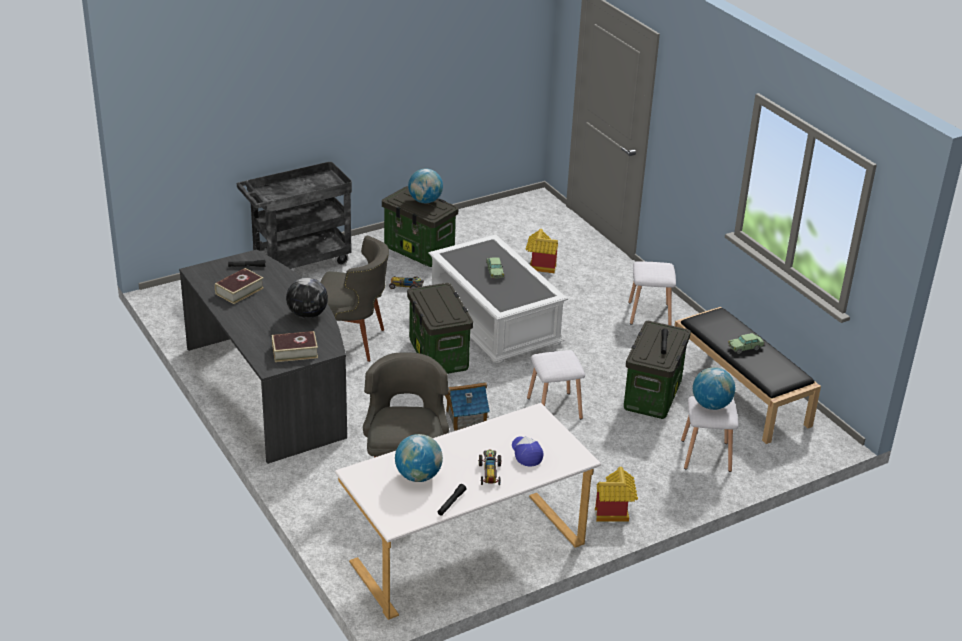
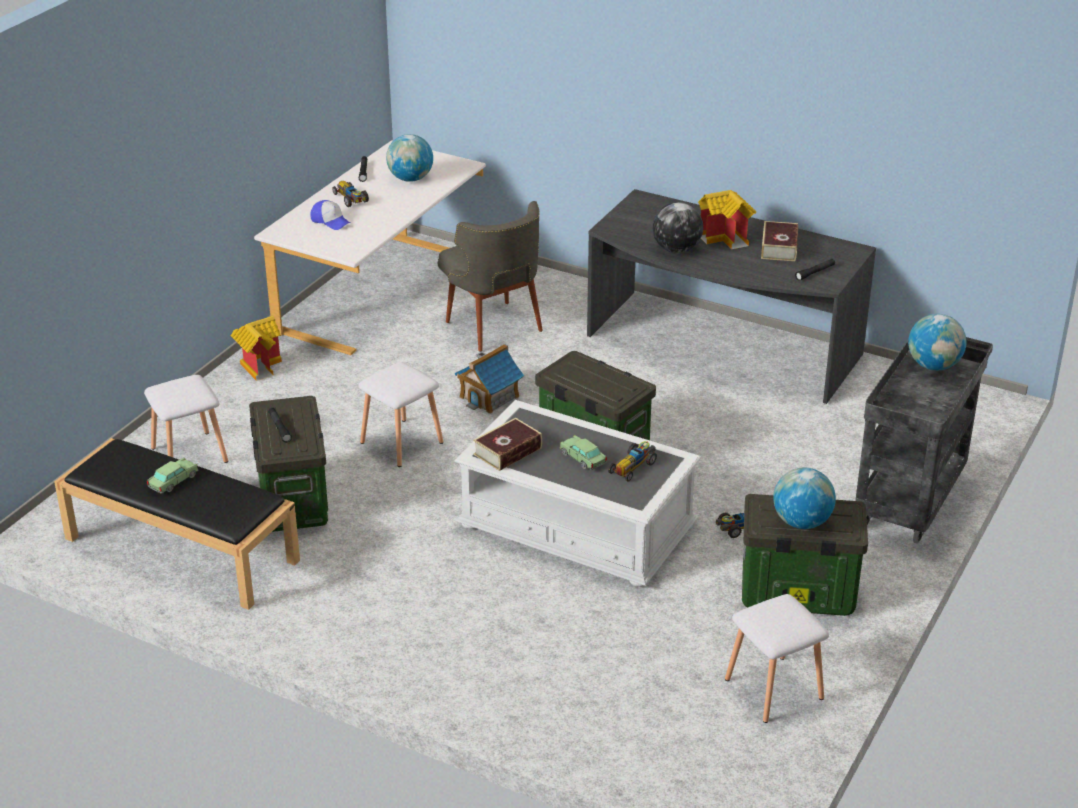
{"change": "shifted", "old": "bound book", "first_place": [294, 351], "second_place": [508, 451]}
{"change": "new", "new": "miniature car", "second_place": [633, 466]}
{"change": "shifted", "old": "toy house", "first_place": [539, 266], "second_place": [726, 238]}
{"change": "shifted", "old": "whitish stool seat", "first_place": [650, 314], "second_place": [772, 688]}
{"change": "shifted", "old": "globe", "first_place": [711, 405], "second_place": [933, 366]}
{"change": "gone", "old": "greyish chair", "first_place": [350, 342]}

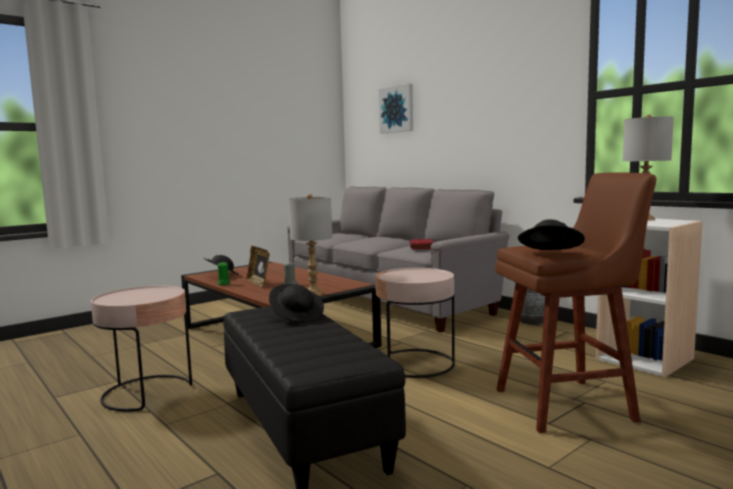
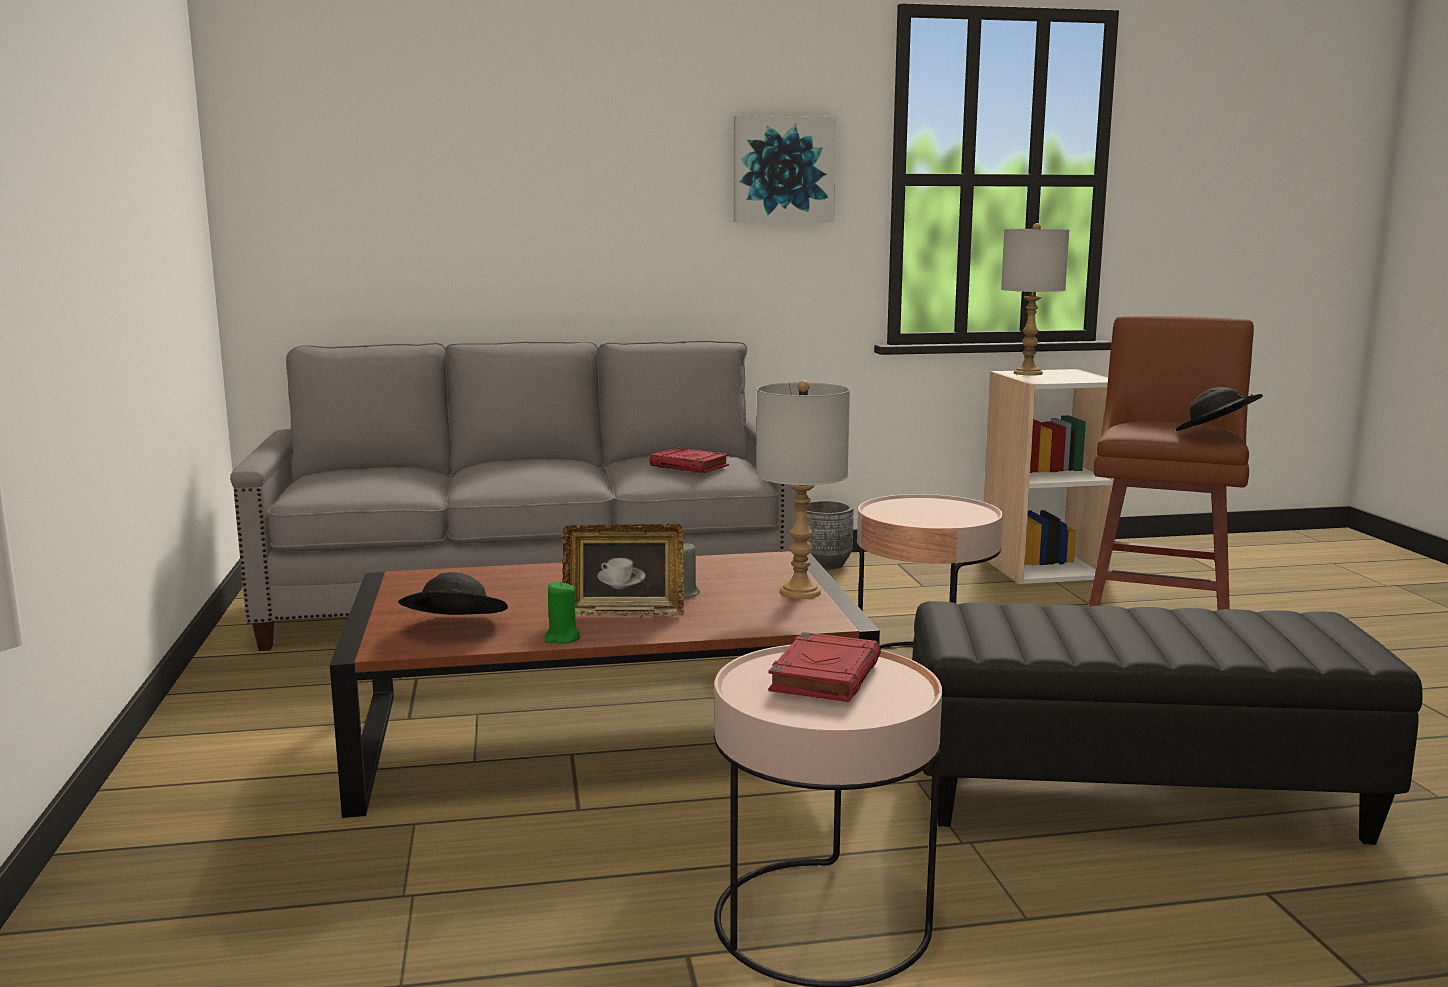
{"change": "shifted", "old": "picture", "first_place": [397, 109], "second_place": [783, 169]}
{"change": "new", "new": "reddish bound book", "second_place": [825, 675]}
{"change": "gone", "old": "blackish hat", "first_place": [297, 316]}

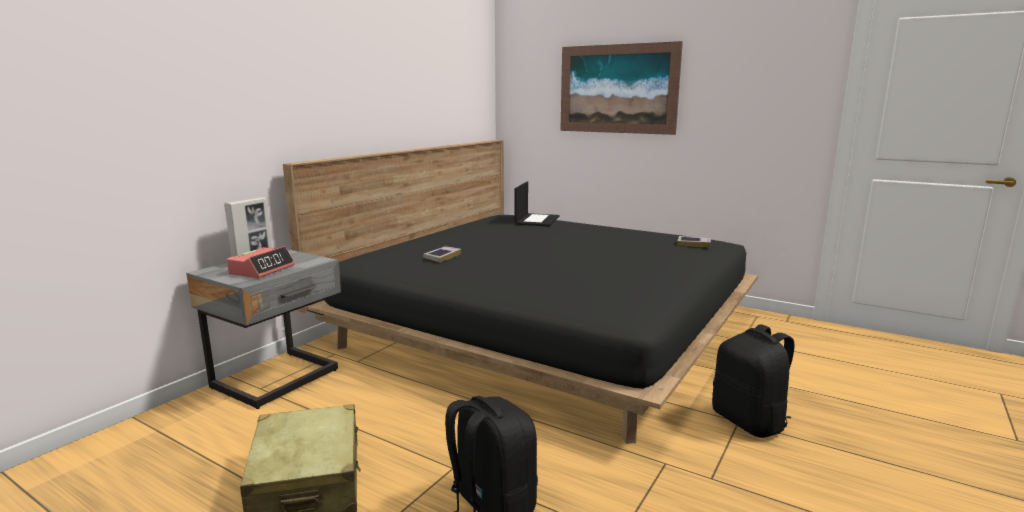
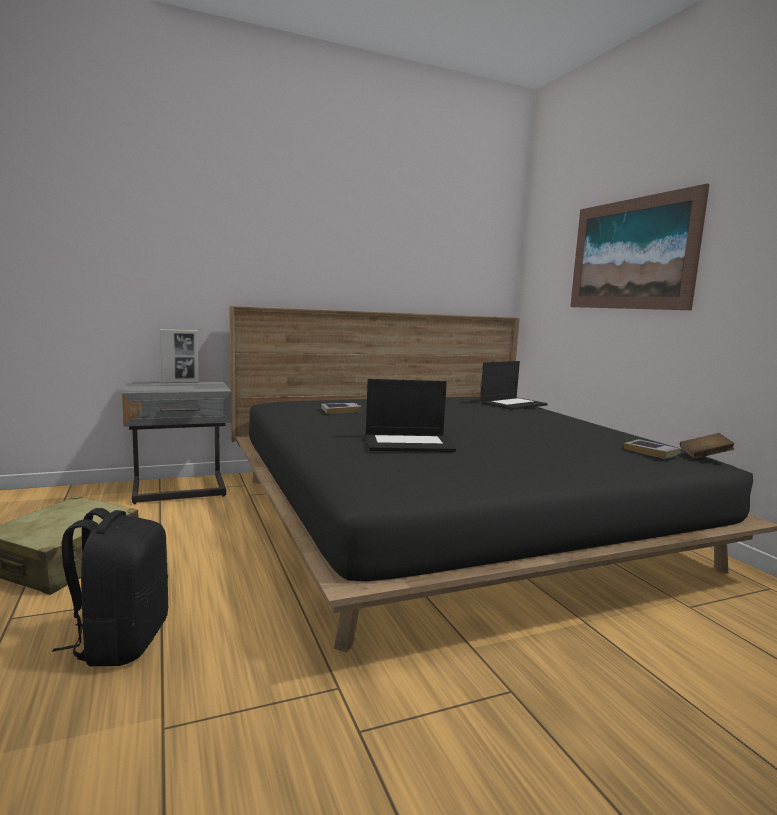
{"change": "new", "new": "laptop", "second_place": [409, 443]}
{"change": "new", "new": "brown bound book", "second_place": [705, 456]}
{"change": "gone", "old": "bedside clock", "first_place": [262, 270]}
{"change": "gone", "old": "blackish backpack", "first_place": [749, 422]}

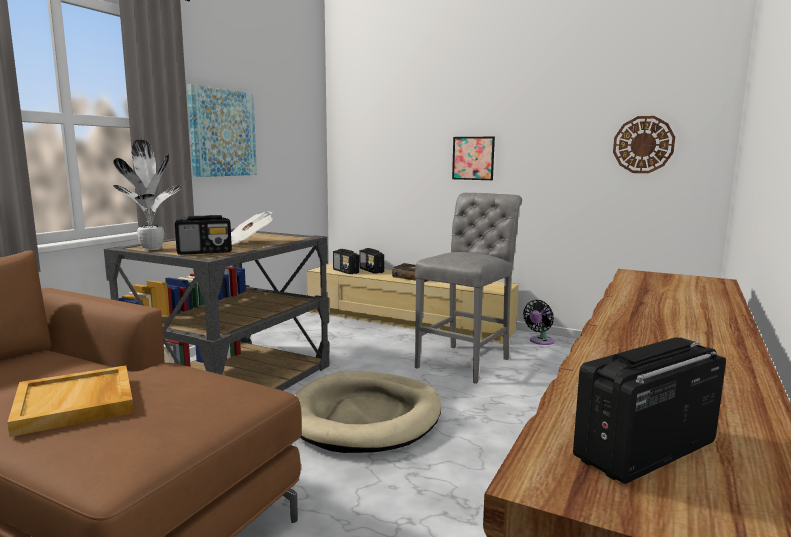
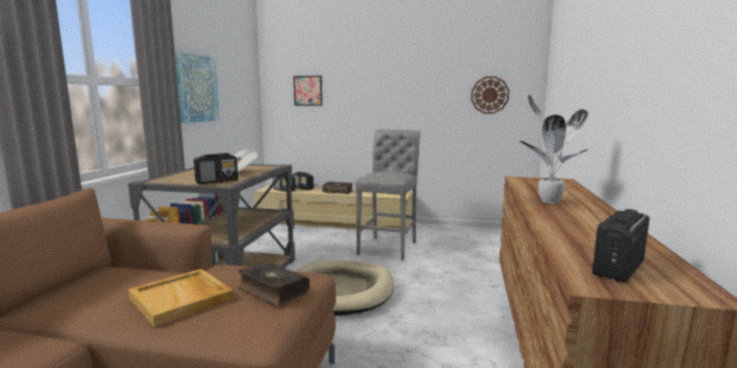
{"change": "new", "new": "bound book", "second_place": [272, 291]}
{"change": "shifted", "old": "picture", "first_place": [473, 158], "second_place": [308, 90]}
{"change": "shifted", "old": "potted plant", "first_place": [152, 248], "second_place": [547, 201]}
{"change": "gone", "old": "blackish fan", "first_place": [540, 341]}

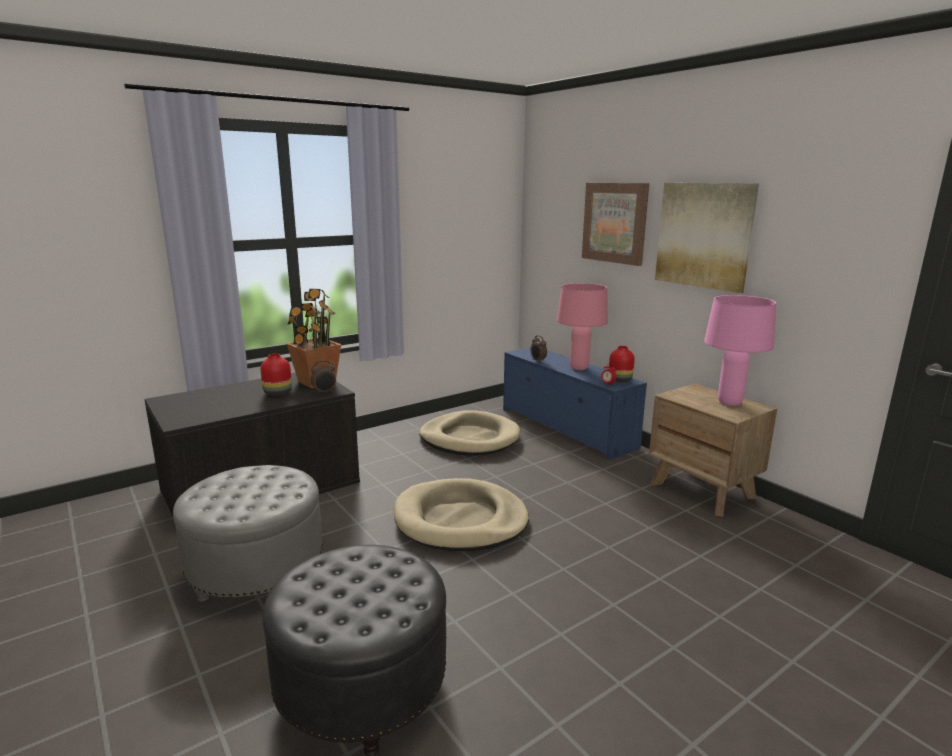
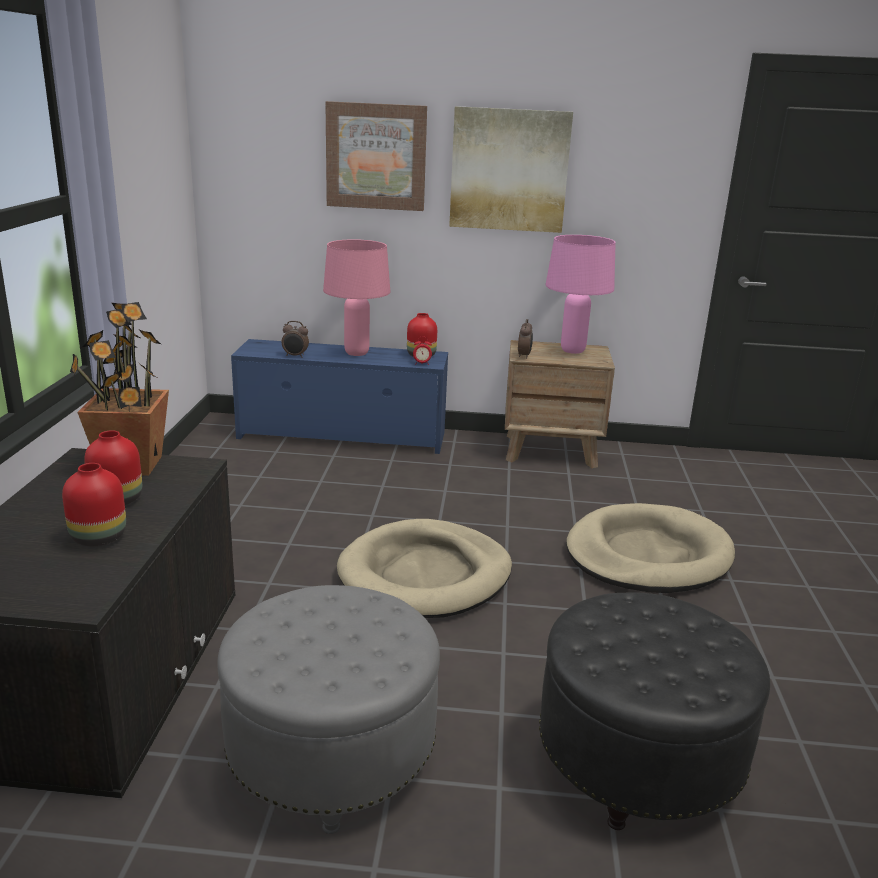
{"change": "new", "new": "reddish decorative vase", "second_place": [98, 538]}
{"change": "shifted", "old": "bedside clock", "first_place": [324, 392], "second_place": [524, 356]}
{"change": "shifted", "old": "sand-coloured dog bed", "first_place": [469, 438], "second_place": [647, 555]}

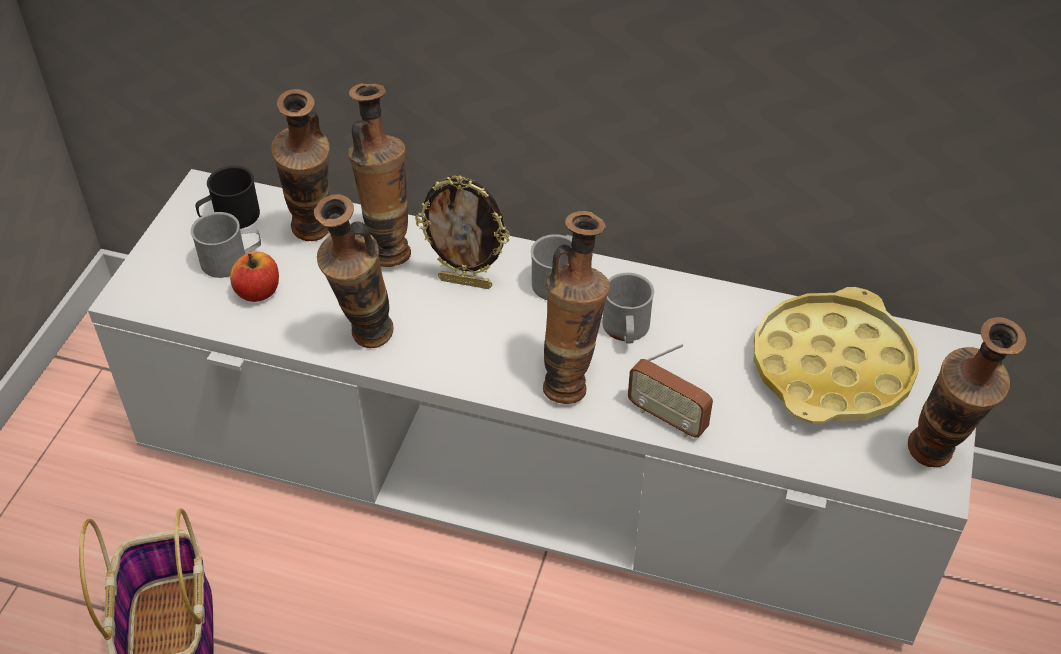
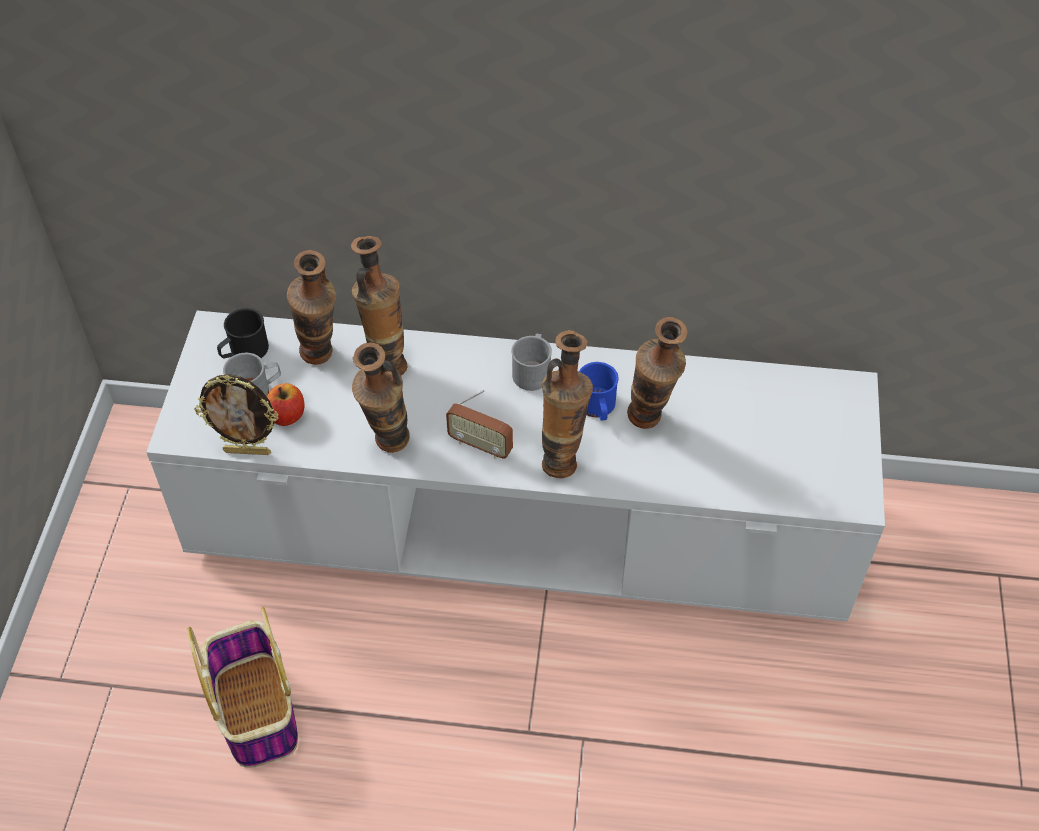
{"change": "shifted", "old": "picture frame", "first_place": [466, 282], "second_place": [248, 451]}
{"change": "shifted", "old": "radio set", "first_place": [667, 418], "second_place": [480, 445]}
{"change": "repainted", "old": "greyish coffee mug", "new": "bluish coffee mug", "first_place": [626, 330], "second_place": [597, 408]}
{"change": "shifted", "old": "decorative vase", "first_place": [936, 463], "second_place": [649, 425]}
{"change": "gone", "old": "yellow-coloured serving tray", "first_place": [831, 367]}

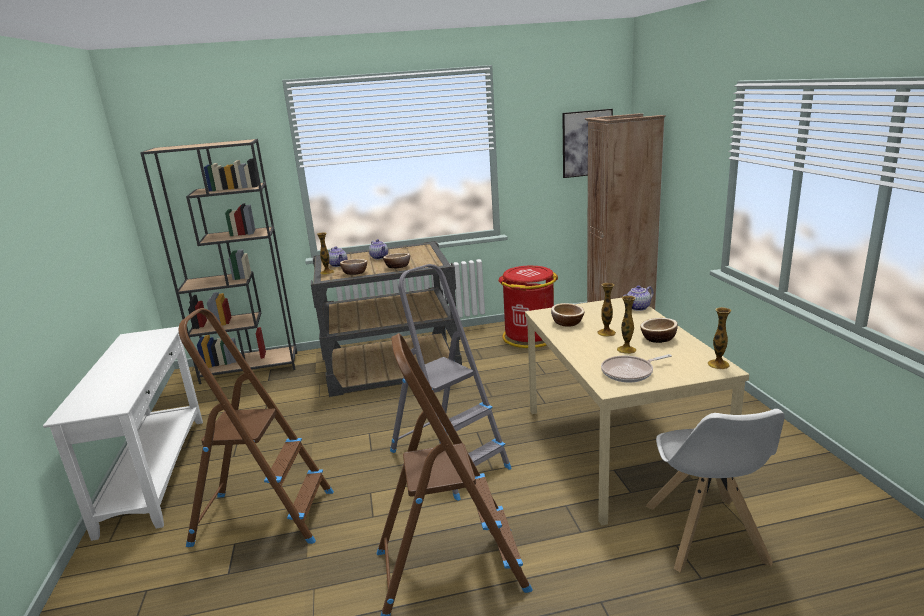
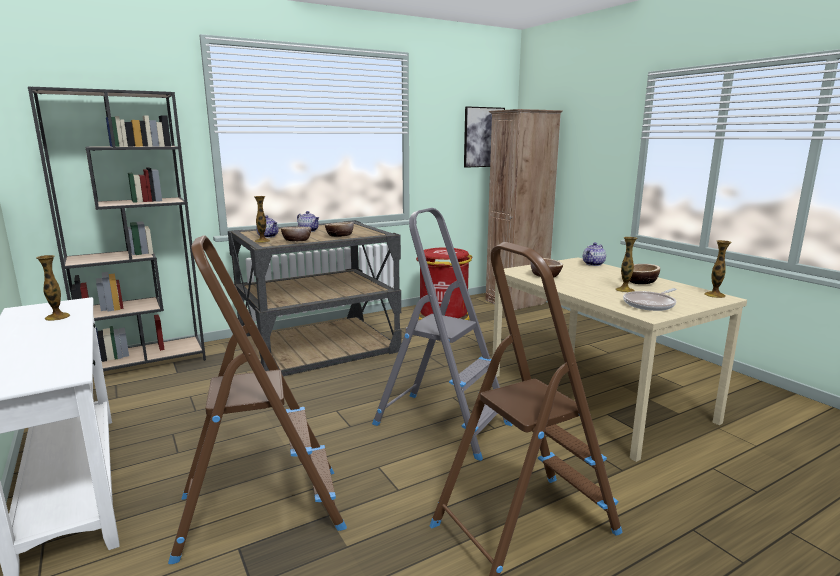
{"change": "shifted", "old": "decorative vase", "first_place": [606, 333], "second_place": [57, 317]}
{"change": "gone", "old": "chair", "first_place": [705, 536]}

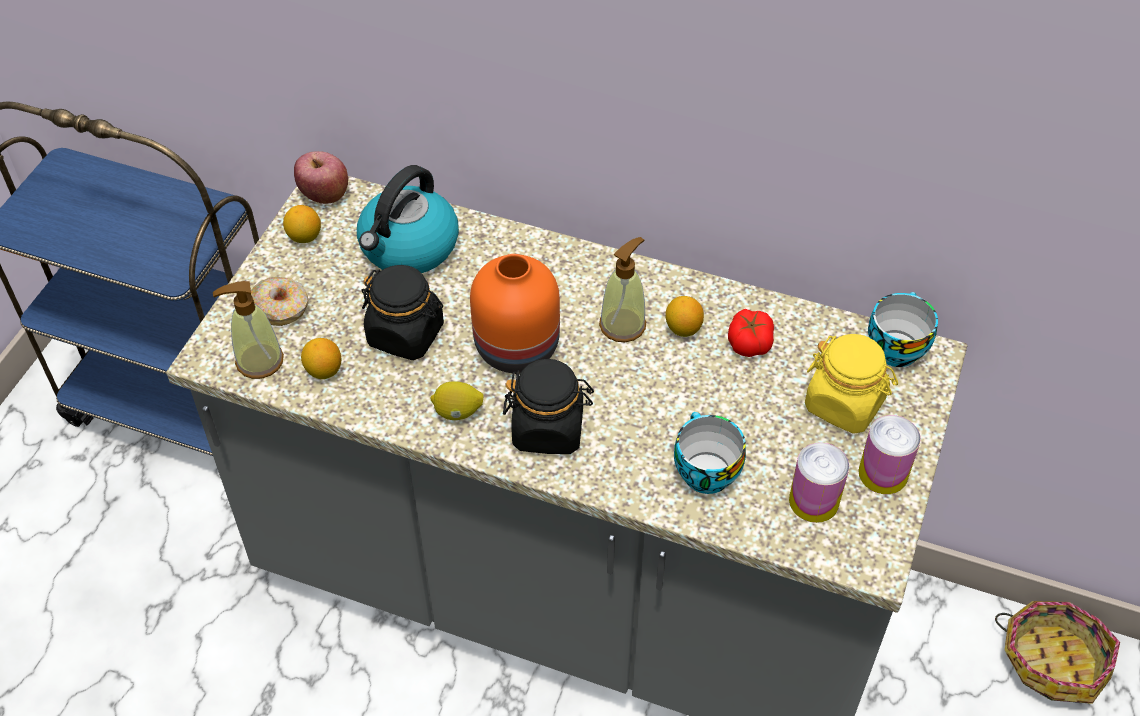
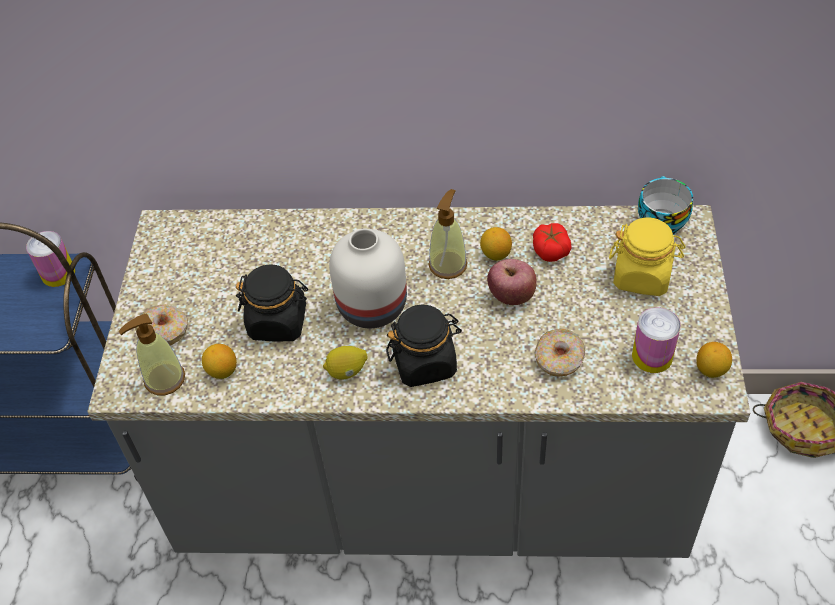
{"change": "shifted", "old": "can", "first_place": [883, 473], "second_place": [58, 273]}
{"change": "repainted", "old": "orange-coloured decorative vase", "new": "whitish decorative vase", "first_place": [514, 347], "second_place": [370, 306]}
{"change": "shifted", "old": "apple", "first_place": [324, 195], "second_place": [511, 296]}
{"change": "swapped", "old": "cup", "new": "ring doughnut", "first_place": [703, 471], "second_place": [559, 359]}
{"change": "shifted", "old": "whole lemon", "first_place": [304, 237], "second_place": [711, 370]}
{"change": "gone", "old": "water kettle", "first_place": [408, 248]}

